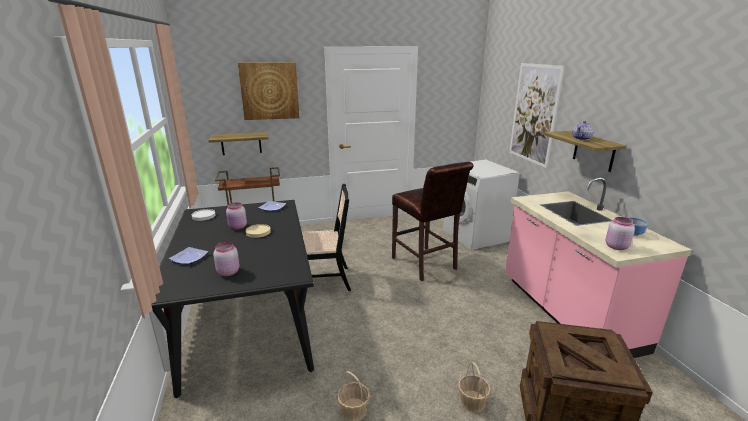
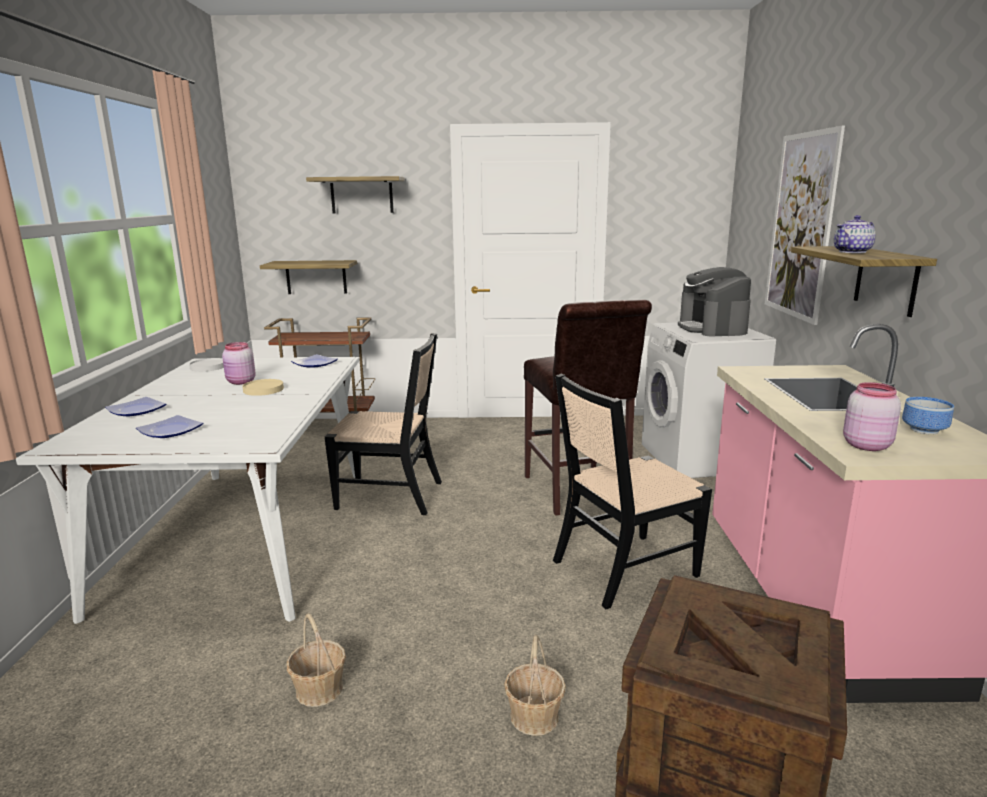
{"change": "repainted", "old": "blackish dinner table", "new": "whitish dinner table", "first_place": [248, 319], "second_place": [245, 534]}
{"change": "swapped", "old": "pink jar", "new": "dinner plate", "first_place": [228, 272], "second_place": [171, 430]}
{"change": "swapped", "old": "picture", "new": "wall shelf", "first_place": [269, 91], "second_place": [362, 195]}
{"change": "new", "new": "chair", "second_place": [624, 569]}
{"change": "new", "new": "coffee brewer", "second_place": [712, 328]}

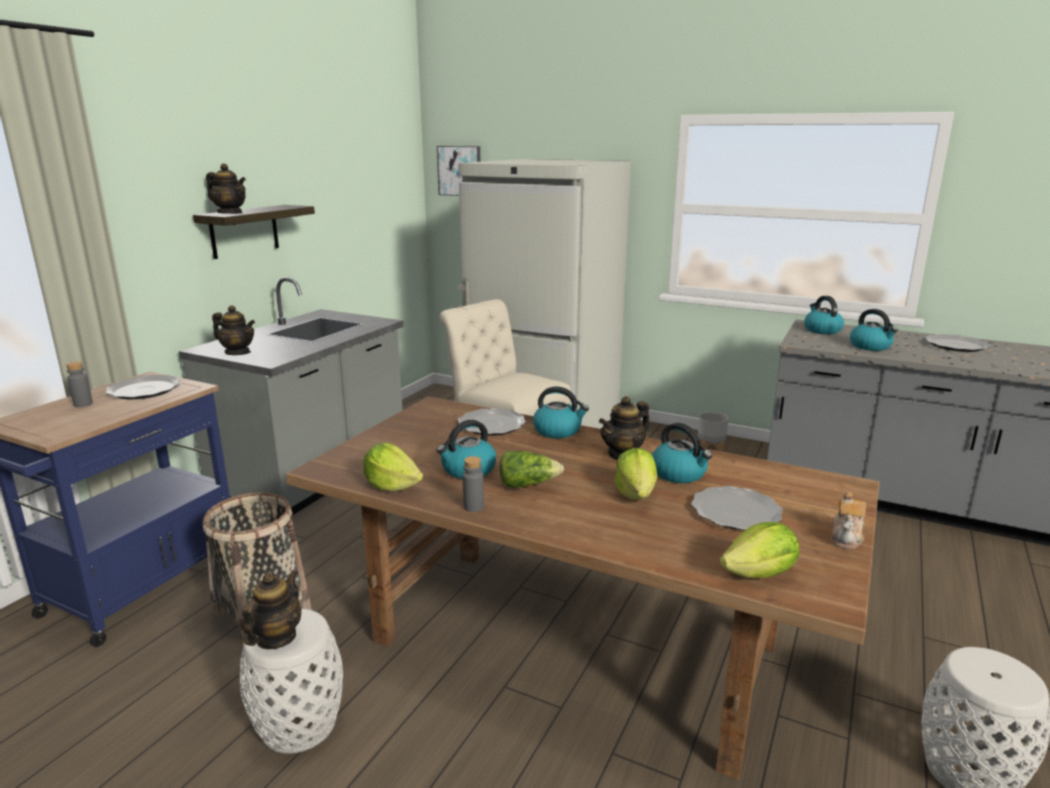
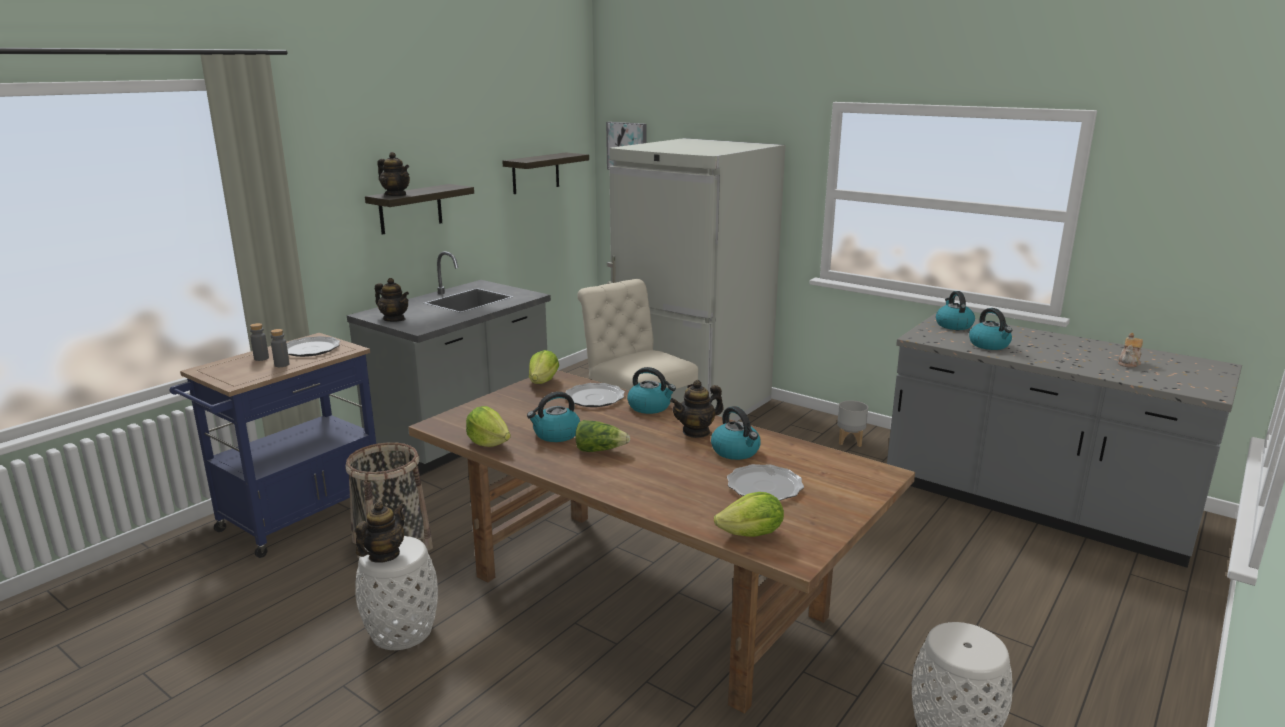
{"change": "shifted", "old": "greyish drink bottle", "first_place": [473, 507], "second_place": [282, 365]}
{"change": "new", "new": "wall shelf", "second_place": [535, 173]}
{"change": "shifted", "old": "head of lettuce", "first_place": [636, 494], "second_place": [543, 381]}
{"change": "shifted", "old": "tea pot", "first_place": [846, 538], "second_place": [1129, 363]}
{"change": "gone", "old": "dinner plate", "first_place": [956, 345]}

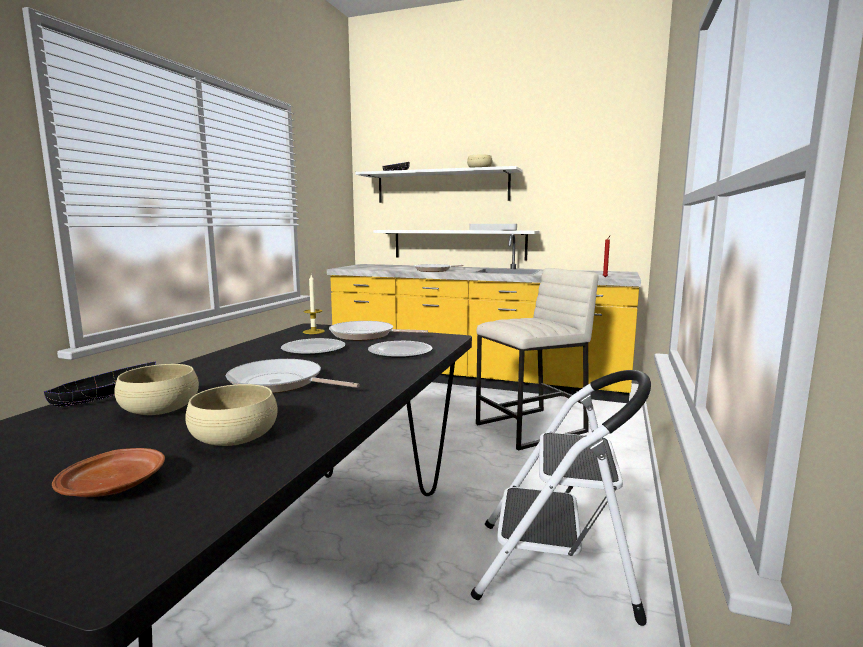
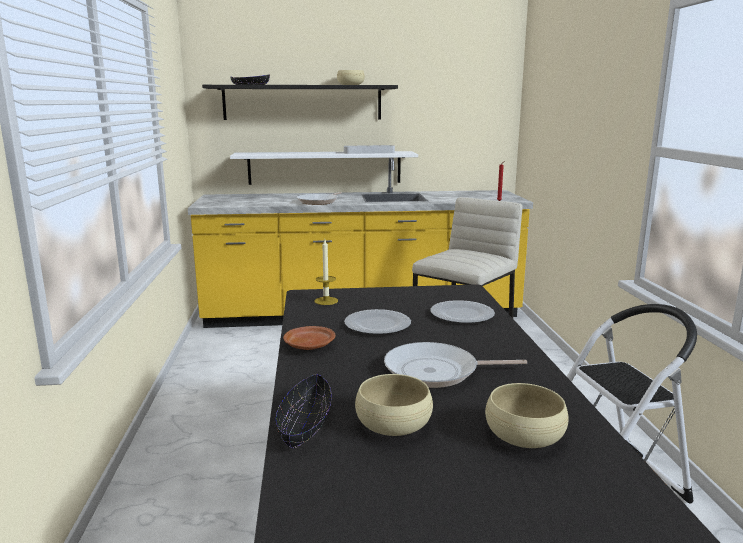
{"change": "repainted", "old": "whitish wall shelf", "new": "blackish wall shelf", "first_place": [442, 187], "second_place": [302, 102]}
{"change": "shifted", "old": "brown dinner plate", "first_place": [114, 486], "second_place": [309, 346]}
{"change": "gone", "old": "pan", "first_place": [366, 335]}

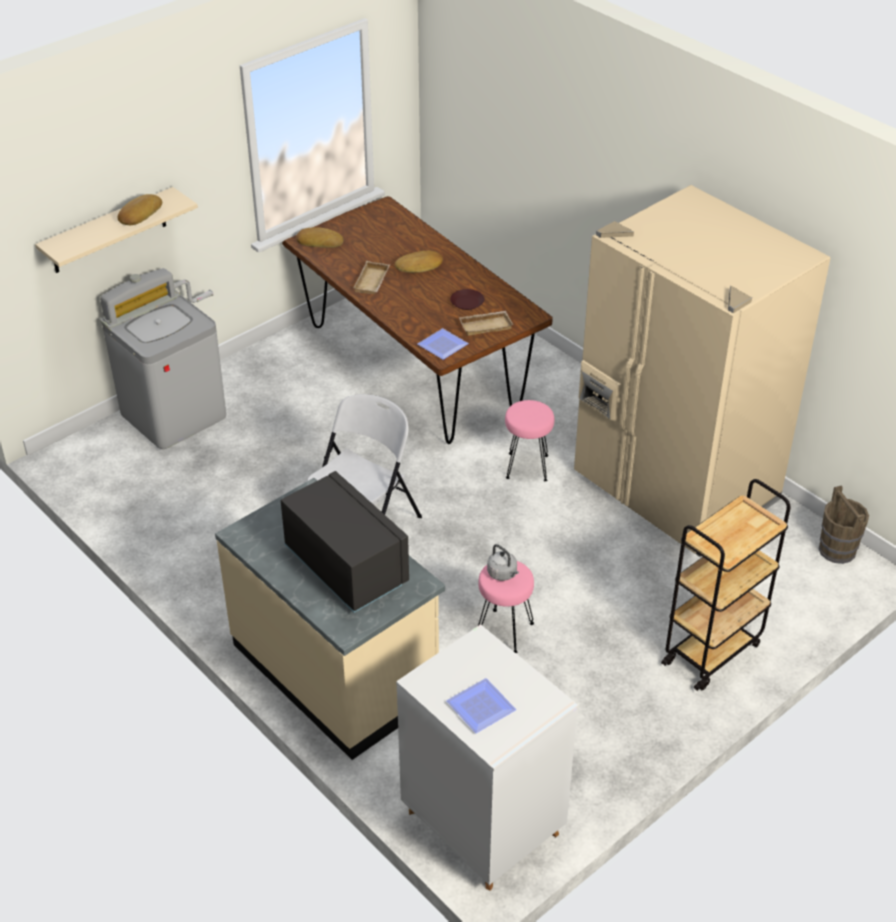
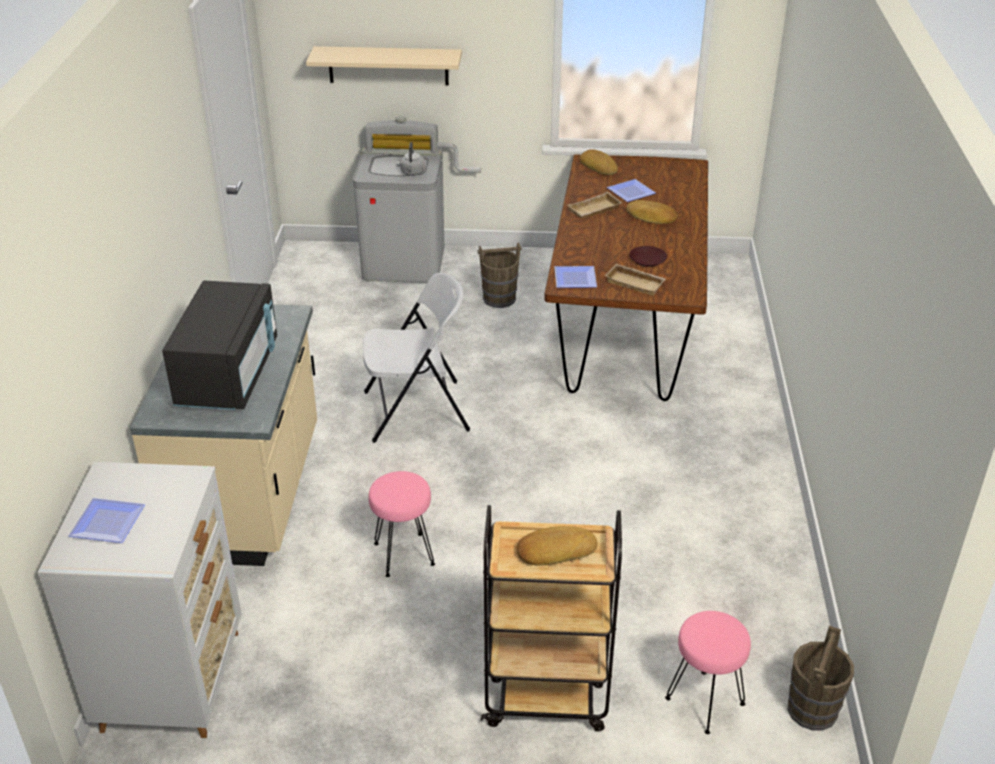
{"change": "shifted", "old": "greyish water kettle", "first_place": [503, 574], "second_place": [412, 173]}
{"change": "new", "new": "brown bucket", "second_place": [499, 299]}
{"change": "shifted", "old": "baked bread", "first_place": [139, 214], "second_place": [555, 550]}
{"change": "new", "new": "dinner plate", "second_place": [633, 192]}
{"change": "shifted", "old": "pink stool seat", "first_place": [527, 467], "second_place": [704, 702]}
{"change": "gone", "old": "sand-coloured fridge", "first_place": [675, 488]}

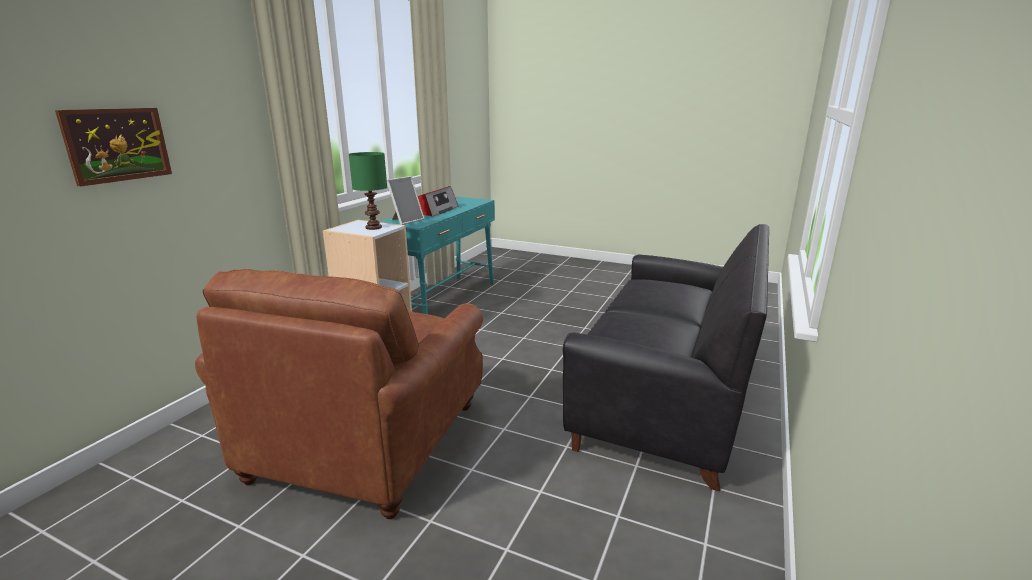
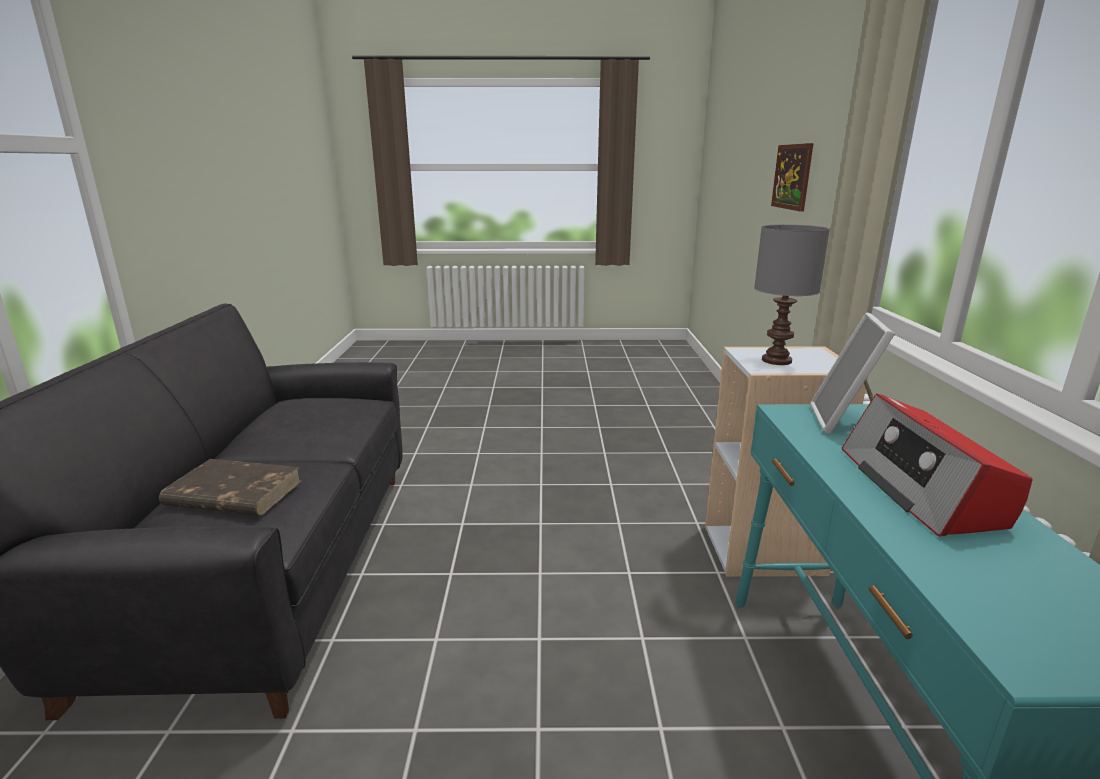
{"change": "new", "new": "brown bound book", "second_place": [233, 493]}
{"change": "repainted", "old": "green-coloured lamp for a table", "new": "greyish lamp for a table", "first_place": [374, 227], "second_place": [776, 361]}
{"change": "gone", "old": "brown easy chair", "first_place": [369, 441]}

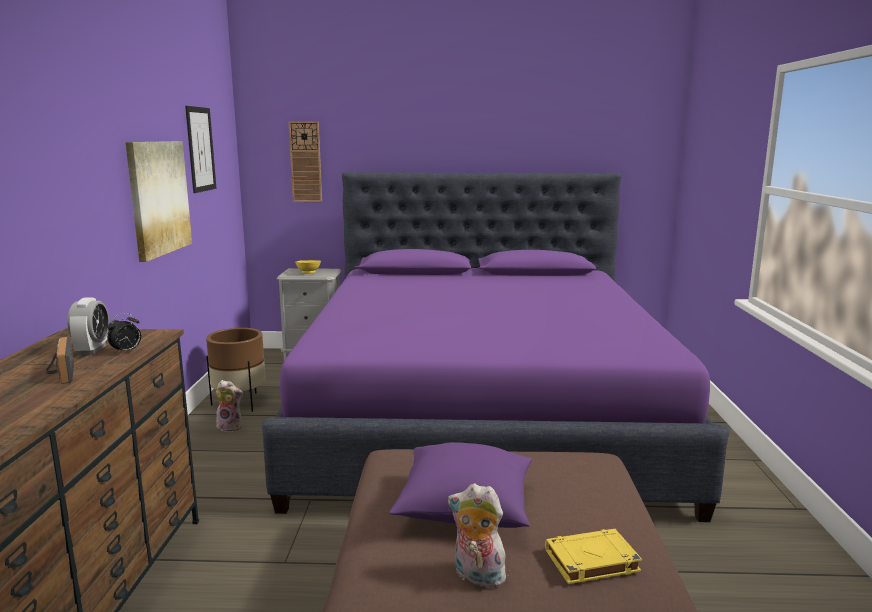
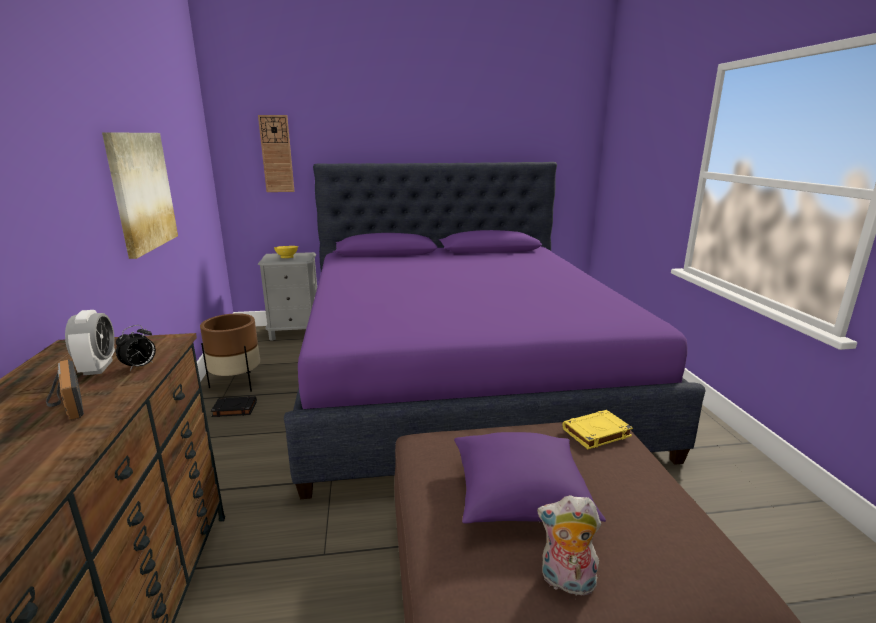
{"change": "swapped", "old": "plush toy", "new": "blackish bound book", "first_place": [231, 427], "second_place": [234, 409]}
{"change": "shifted", "old": "yellow-coloured bound book", "first_place": [591, 561], "second_place": [596, 433]}
{"change": "gone", "old": "picture", "first_place": [200, 149]}

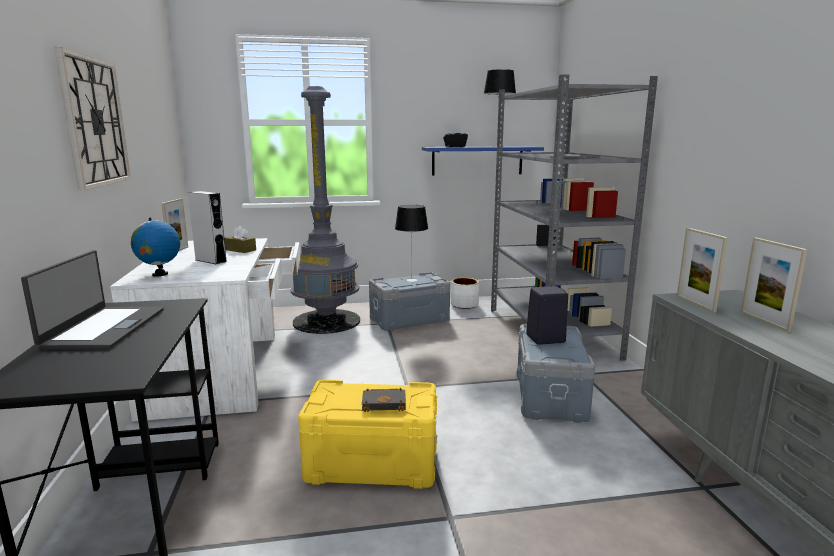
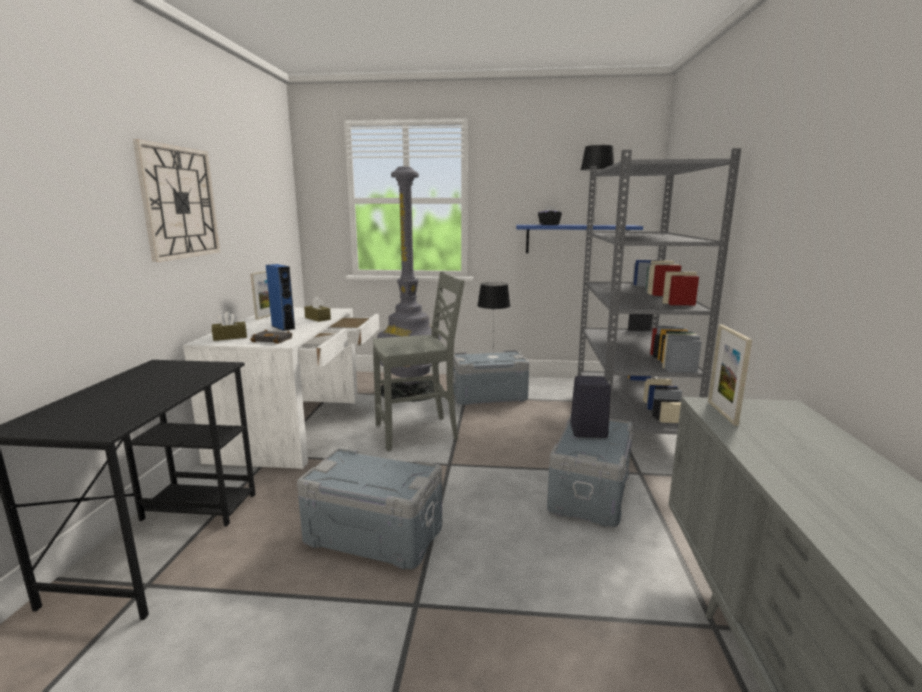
{"change": "swapped", "old": "globe", "new": "brown box of tissues", "first_place": [159, 274], "second_place": [230, 337]}
{"change": "shifted", "old": "blackish bound book", "first_place": [385, 403], "second_place": [273, 340]}
{"change": "repainted", "old": "greyish speaker", "new": "bluish speaker", "first_place": [211, 261], "second_place": [283, 327]}
{"change": "repainted", "old": "yellow-coloured storage container", "new": "greyish storage container", "first_place": [372, 462], "second_place": [374, 534]}
{"change": "new", "new": "greyish chair", "second_place": [418, 432]}
{"change": "gone", "old": "laptop", "first_place": [104, 328]}
{"change": "gone", "old": "whitish plant pot", "first_place": [464, 305]}
{"change": "gone", "old": "picture frame", "first_place": [764, 321]}

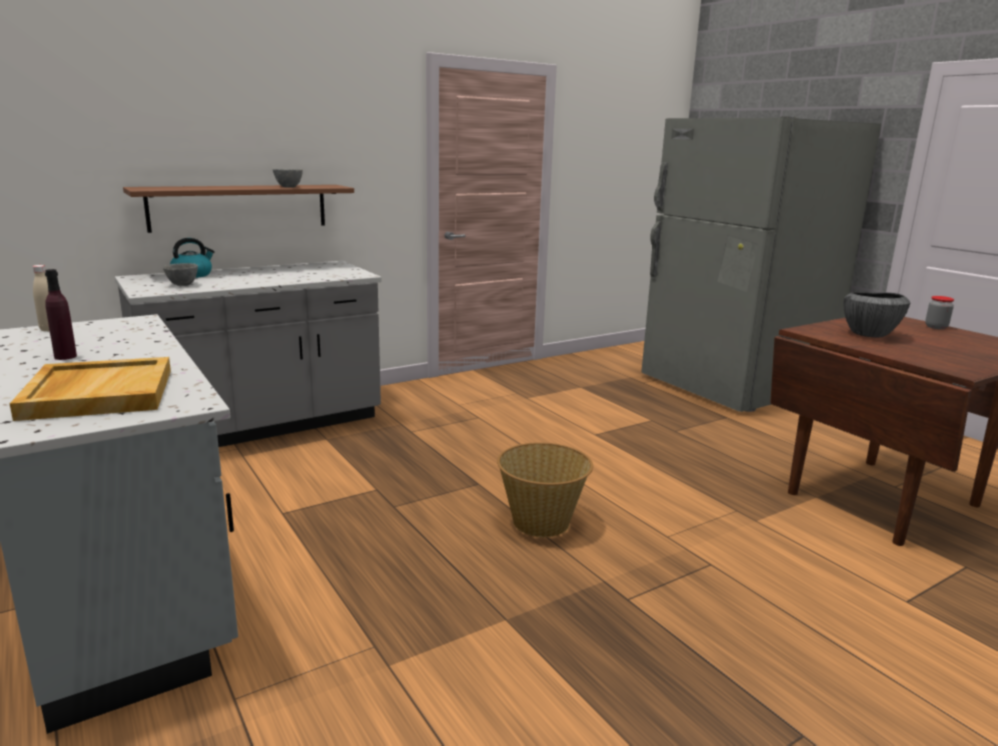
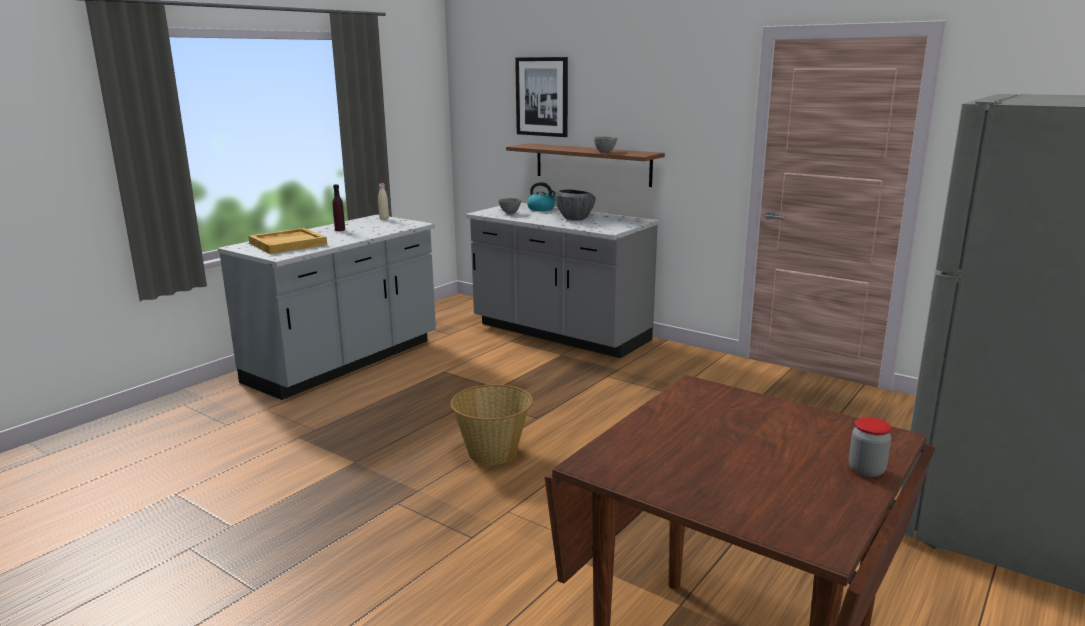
{"change": "new", "new": "picture", "second_place": [542, 96]}
{"change": "shifted", "old": "deep dish", "first_place": [869, 334], "second_place": [575, 219]}

